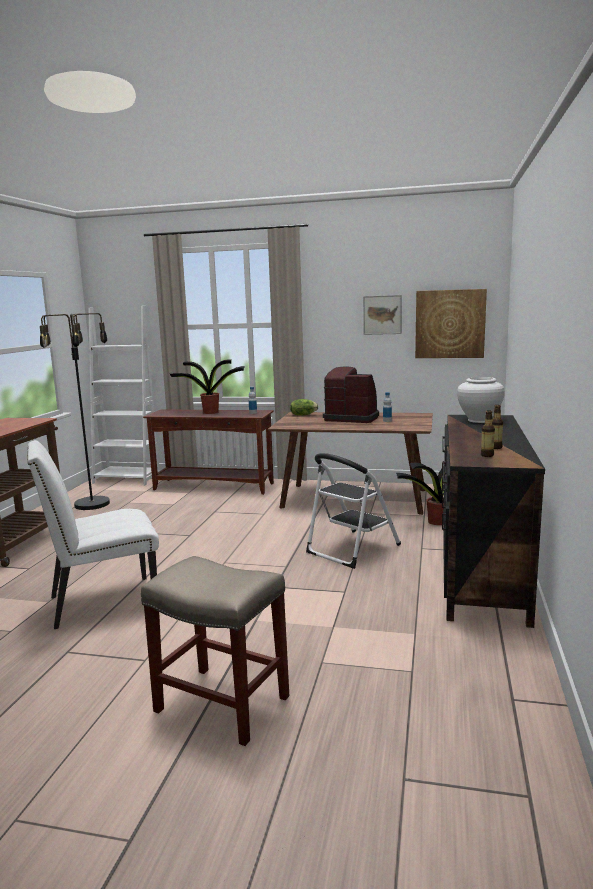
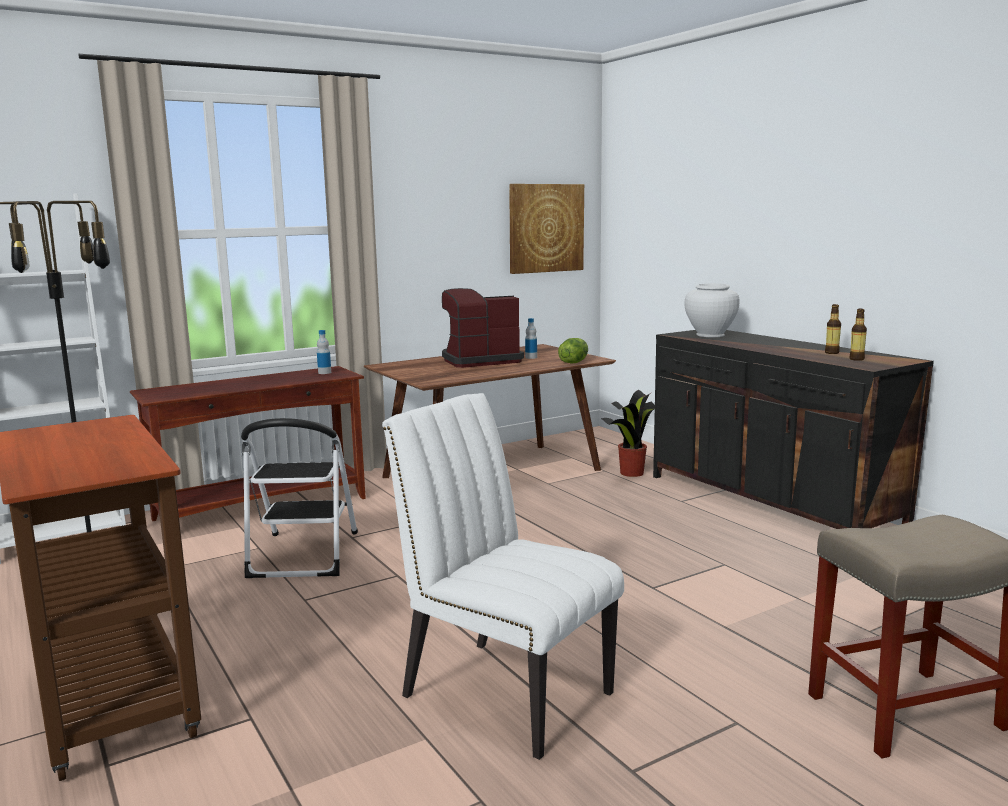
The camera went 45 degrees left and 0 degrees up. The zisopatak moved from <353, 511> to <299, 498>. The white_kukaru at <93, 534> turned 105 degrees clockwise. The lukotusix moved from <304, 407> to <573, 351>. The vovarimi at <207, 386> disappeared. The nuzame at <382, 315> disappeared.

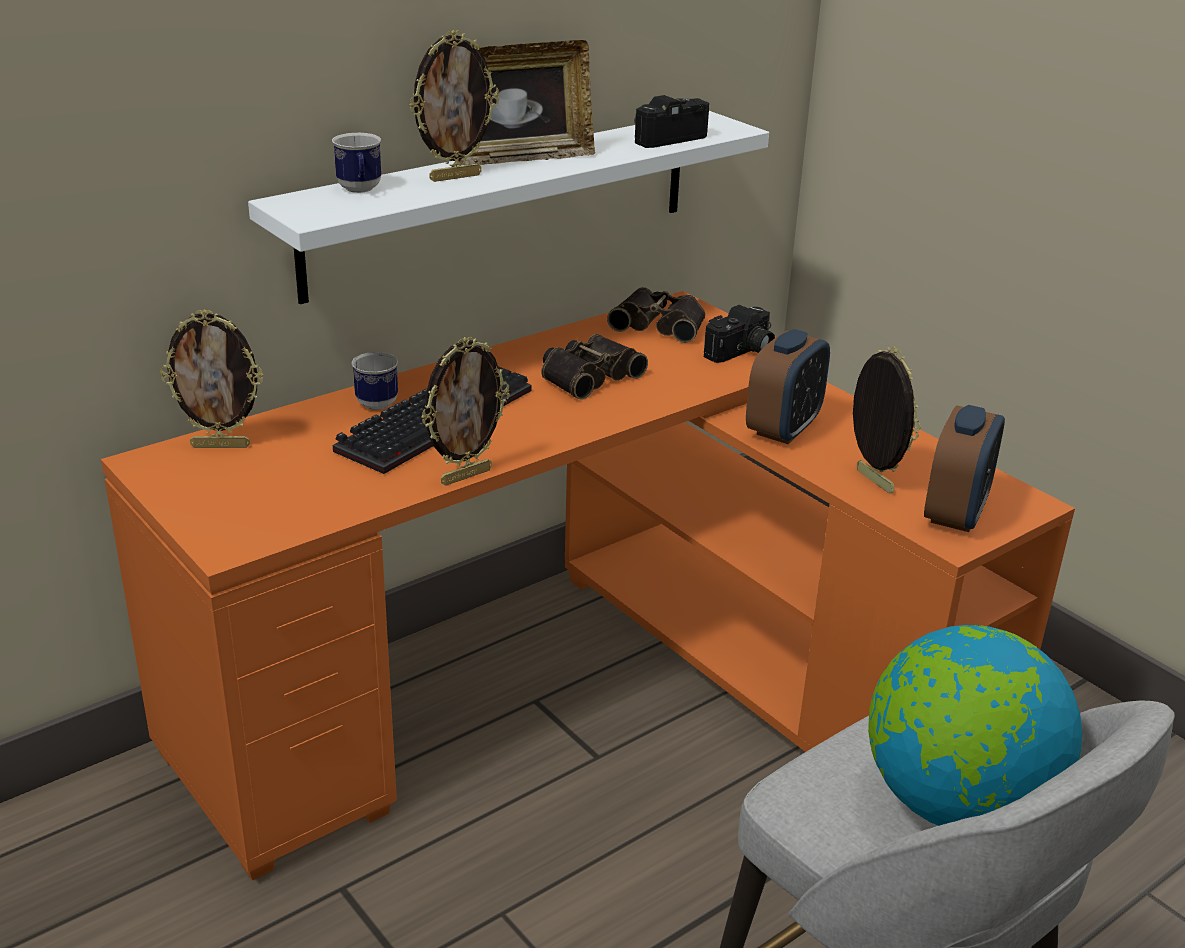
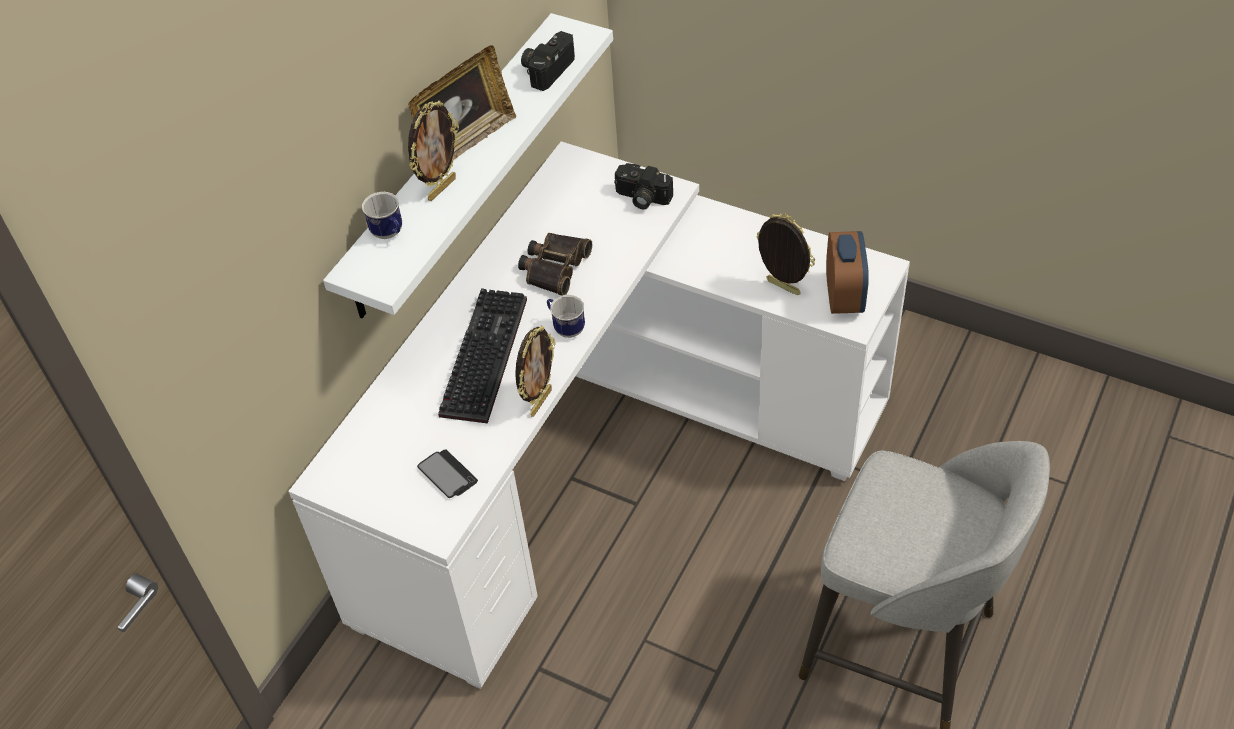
The camera went 20 degrees left and 20 degrees up. The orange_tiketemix at <588, 585> became the white_tiketemix at <599, 415>. The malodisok at <447, 474> appeared. The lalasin moved from <374, 381> to <566, 316>. The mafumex at <739, 334> turned 90 degrees clockwise. The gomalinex at <211, 378> disappeared. The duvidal at <656, 315> disappeared. The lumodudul at <788, 386> disappeared. The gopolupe at <975, 725> disappeared.

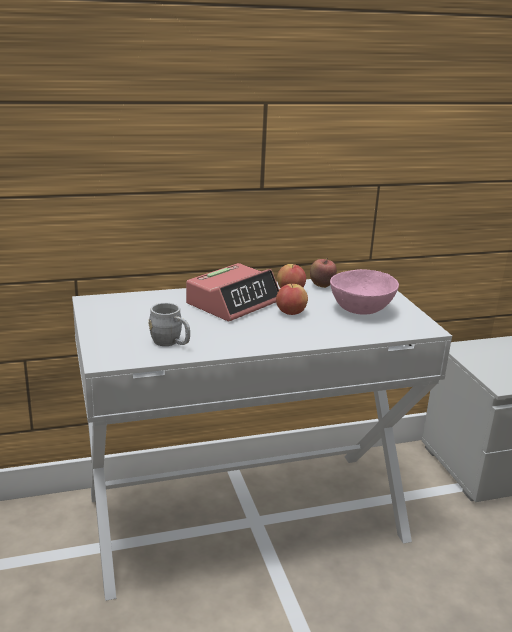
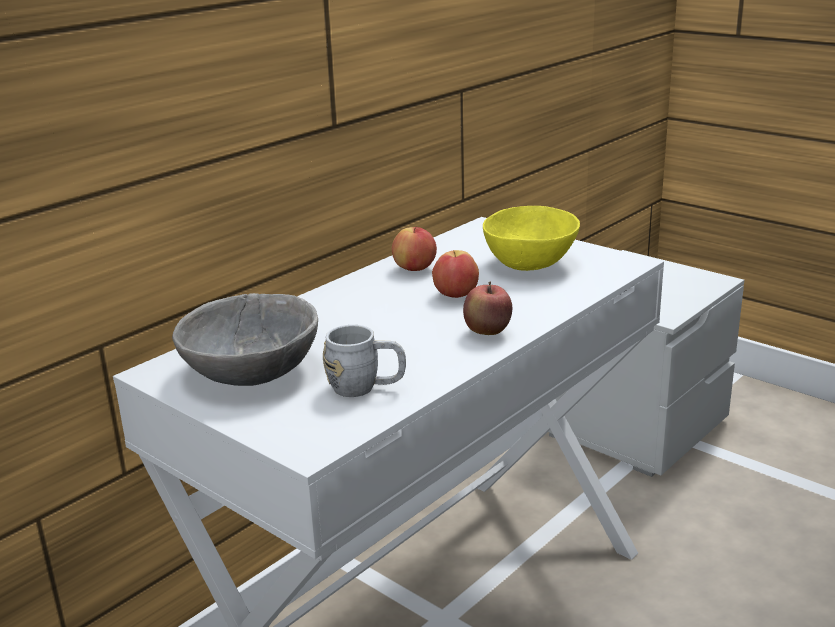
The camera went 30 degrees left and 0 degrees up. The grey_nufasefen at <245, 339> appeared. The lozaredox moved from <323, 273> to <487, 308>. The pink_nufasefen at <364, 292> became the yellow_nufasefen at <531, 238>. The lumodudul at <232, 292> disappeared.

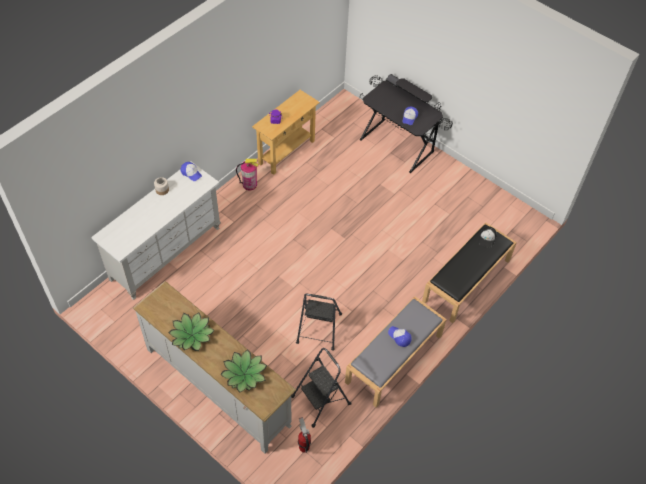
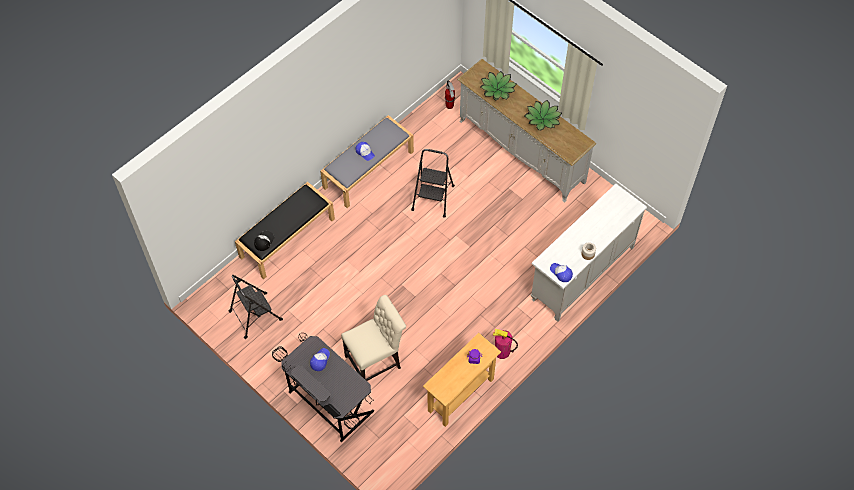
The camera went 175 degrees left and 5 degrees up. The black_zisopatak moved from <321, 388> to <256, 307>. The beige_kukaru at <373, 338> appeared.

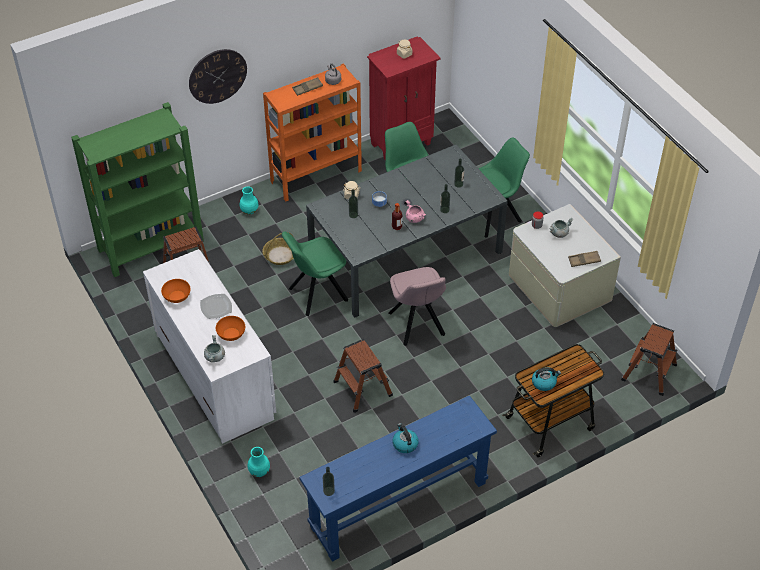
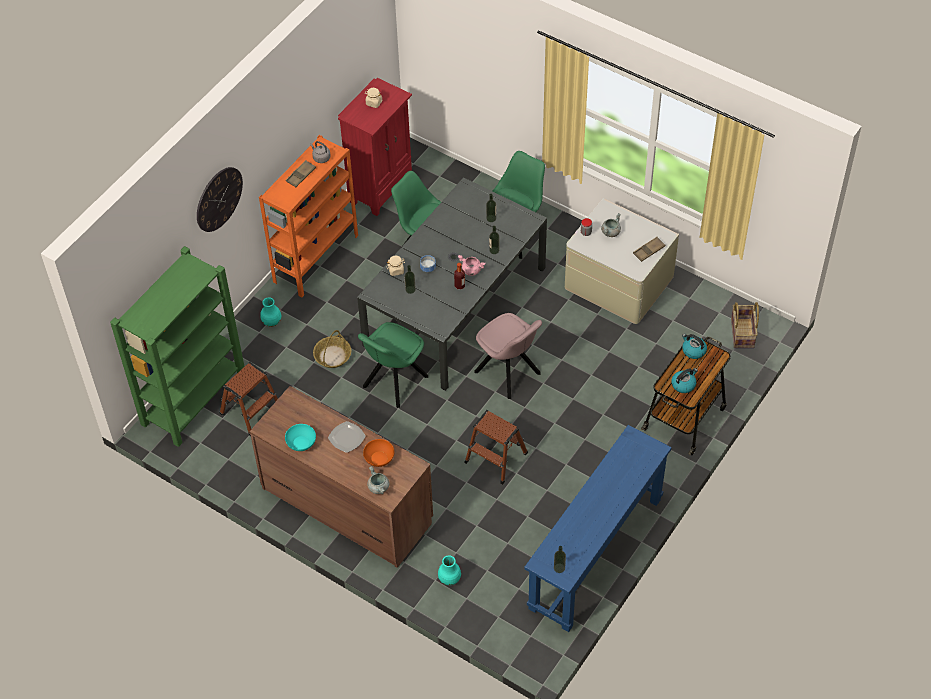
The camera went 25 degrees left and 5 degrees up. The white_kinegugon at <209, 346> became the brown_kinegugon at <341, 477>. The orange_nufasefen at <176, 291> became the turquoise_nufasefen at <300, 437>. The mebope moved from <406, 438> to <694, 346>. The brown_zisopatak at <649, 359> was replaced by the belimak at <745, 325>.

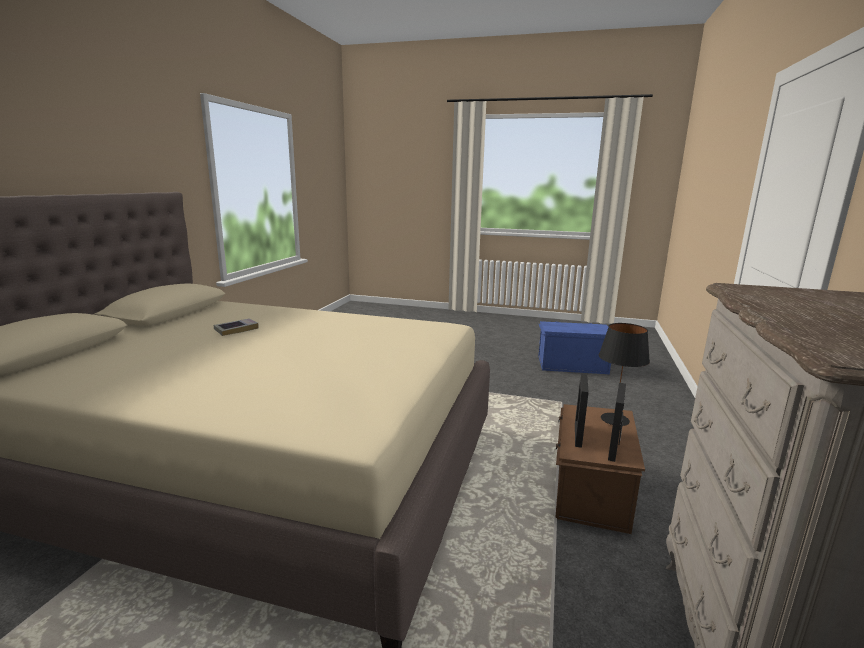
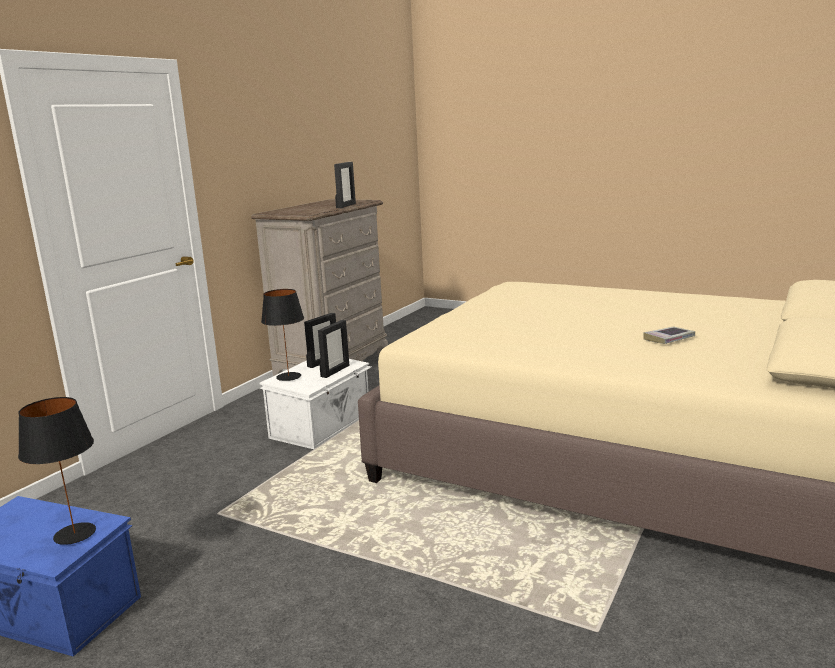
The camera went 165 degrees left and 0 degrees up. The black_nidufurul at <57, 471> appeared. The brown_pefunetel at <600, 469> became the white_pefunetel at <315, 404>. The gomalinex at <345, 185> appeared.

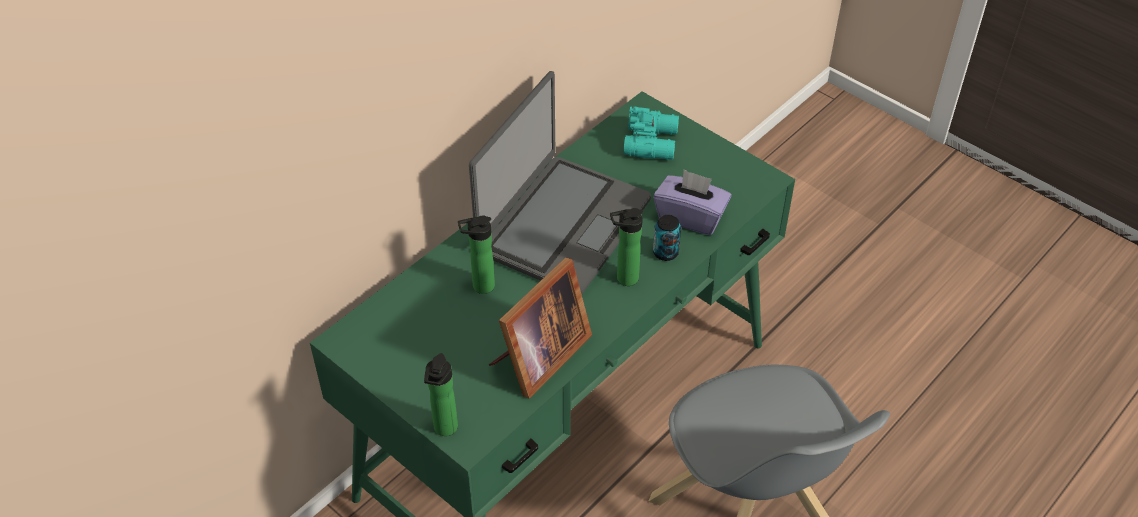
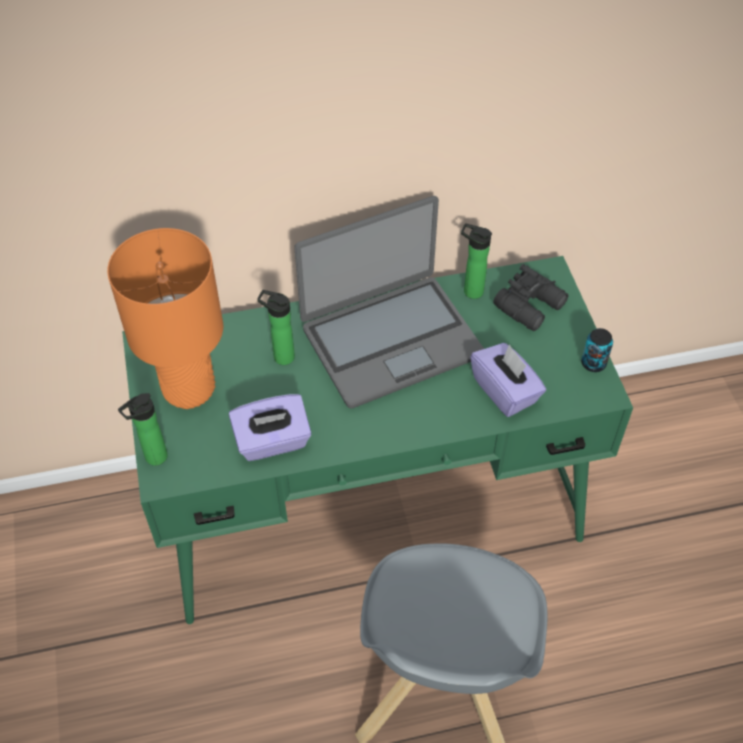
The camera went 35 degrees right and 5 degrees up. The orange_nidufurul at <165, 318> appeared. The gomalinex at <540, 328> was replaced by the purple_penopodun at <270, 427>. The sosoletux moved from <626, 247> to <476, 261>. The turquoise_duvidal at <651, 133> became the black_duvidal at <530, 297>. The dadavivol moved from <667, 238> to <597, 350>.

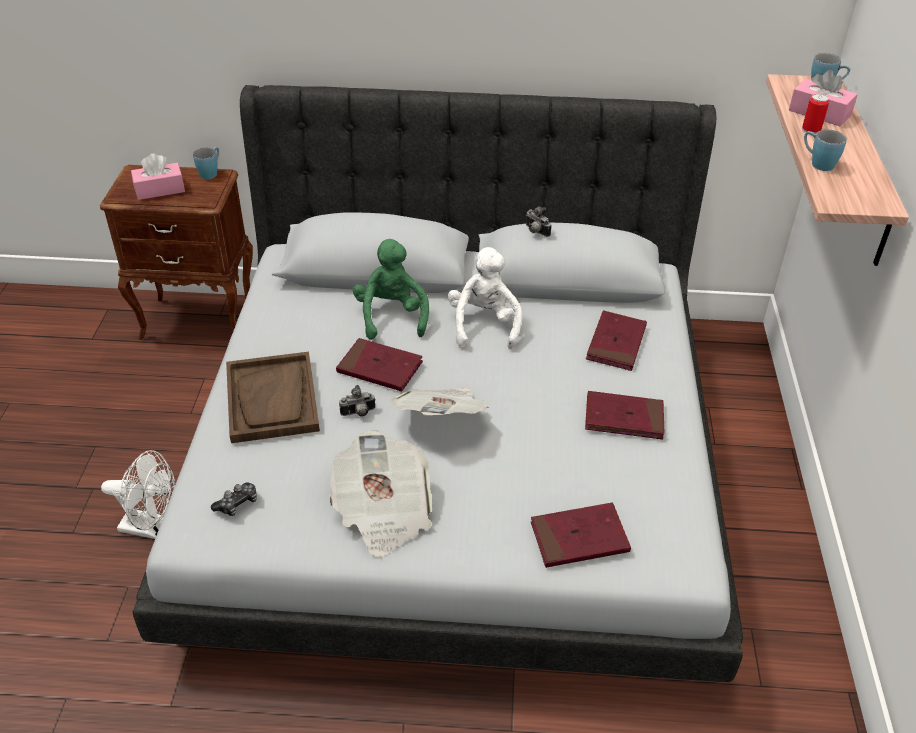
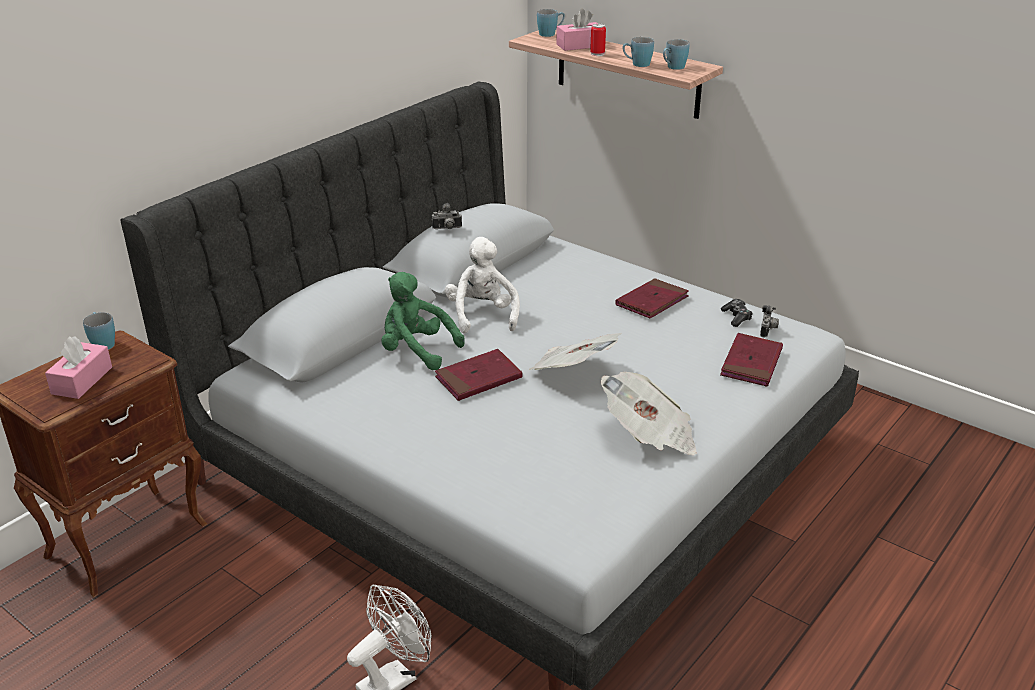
The camera went 55 degrees left and 10 degrees down. The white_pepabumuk at <485, 298> turned 45 degrees clockwise. The blue_lalasin at <676, 54> appeared. The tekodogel moved from <234, 499> to <737, 313>. The mafumex moved from <357, 401> to <769, 321>. The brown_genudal at <273, 397> disappeared. The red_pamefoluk at <616, 340> disappeared.

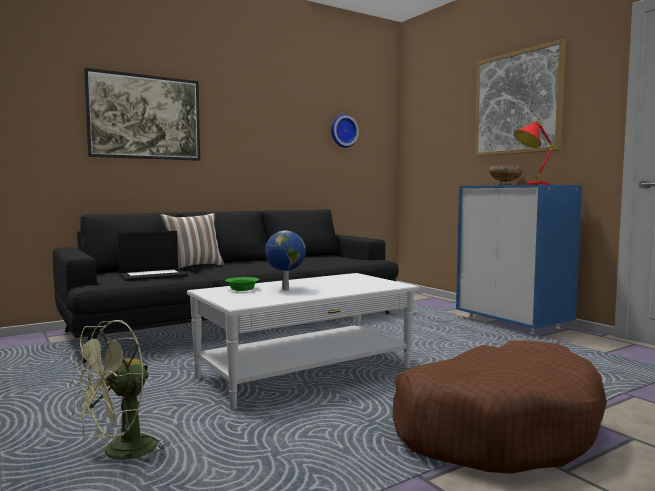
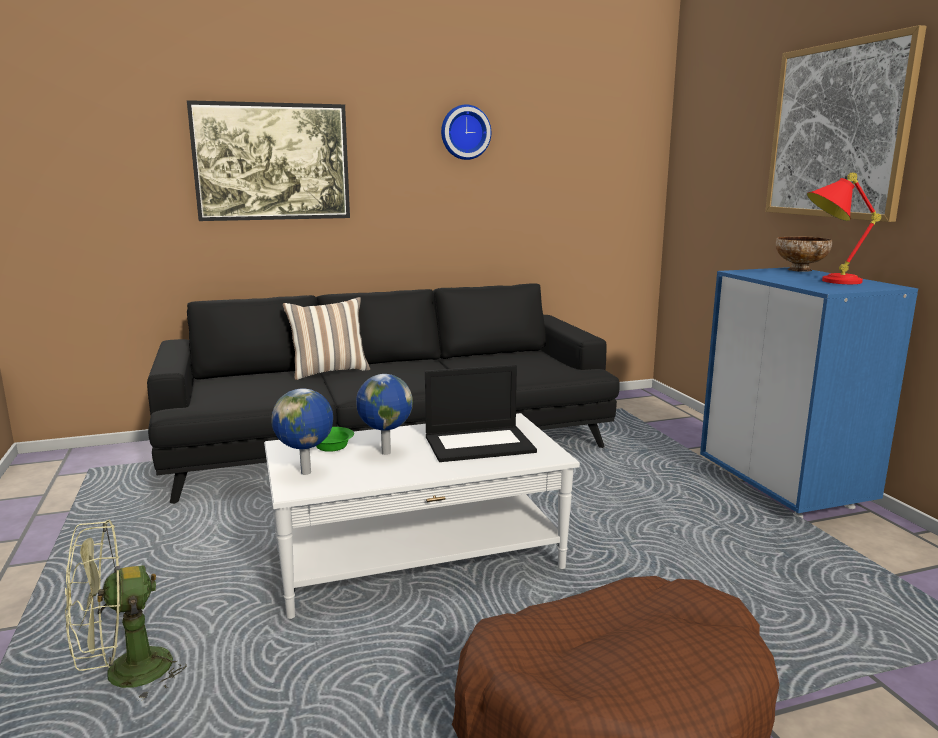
The camera went 15 degrees right and 10 degrees up. The gopolupe at <302, 431> appeared. The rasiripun moved from <153, 256> to <481, 413>. The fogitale moved from <345, 131> to <466, 132>.

